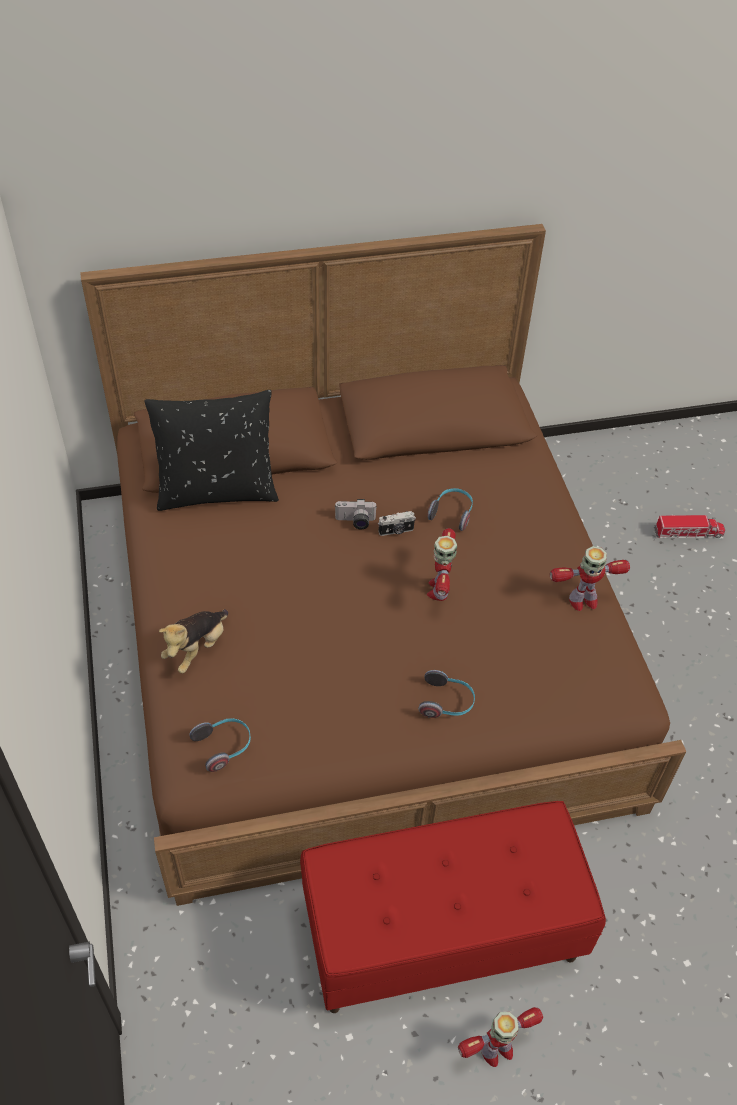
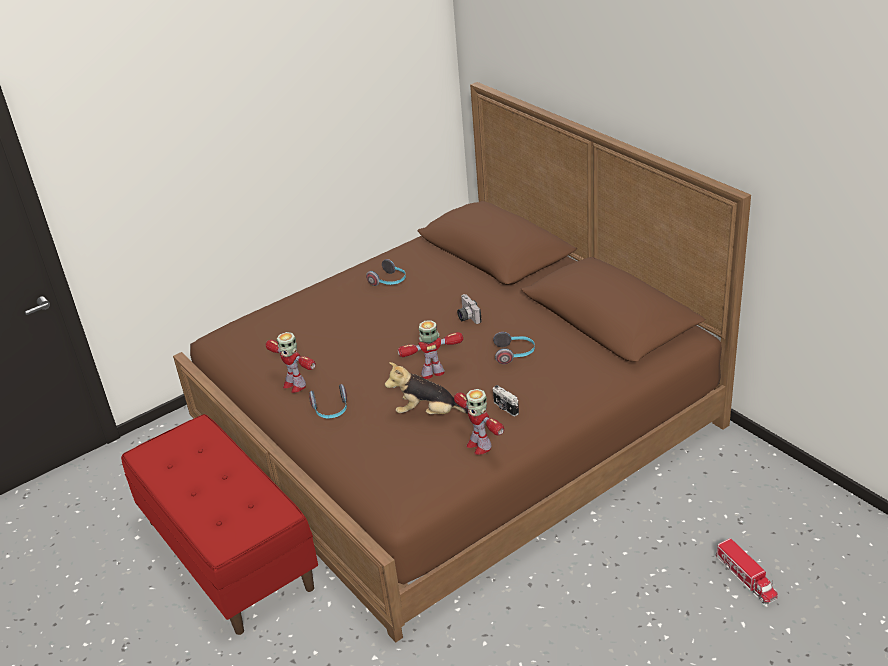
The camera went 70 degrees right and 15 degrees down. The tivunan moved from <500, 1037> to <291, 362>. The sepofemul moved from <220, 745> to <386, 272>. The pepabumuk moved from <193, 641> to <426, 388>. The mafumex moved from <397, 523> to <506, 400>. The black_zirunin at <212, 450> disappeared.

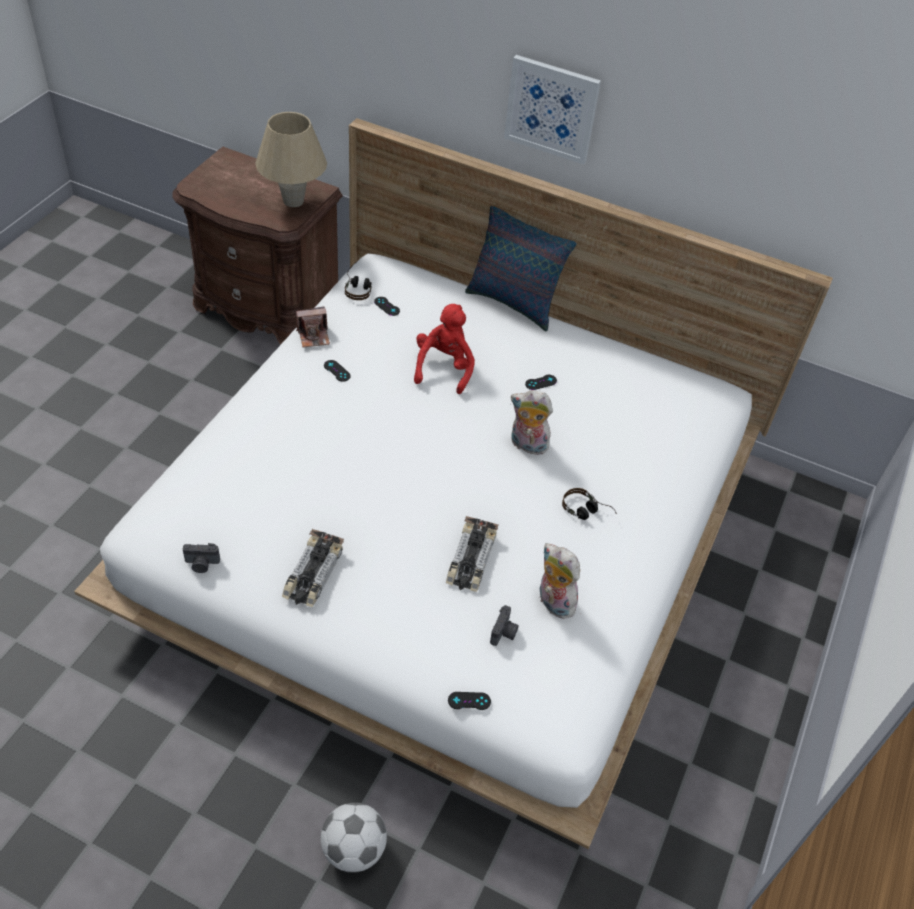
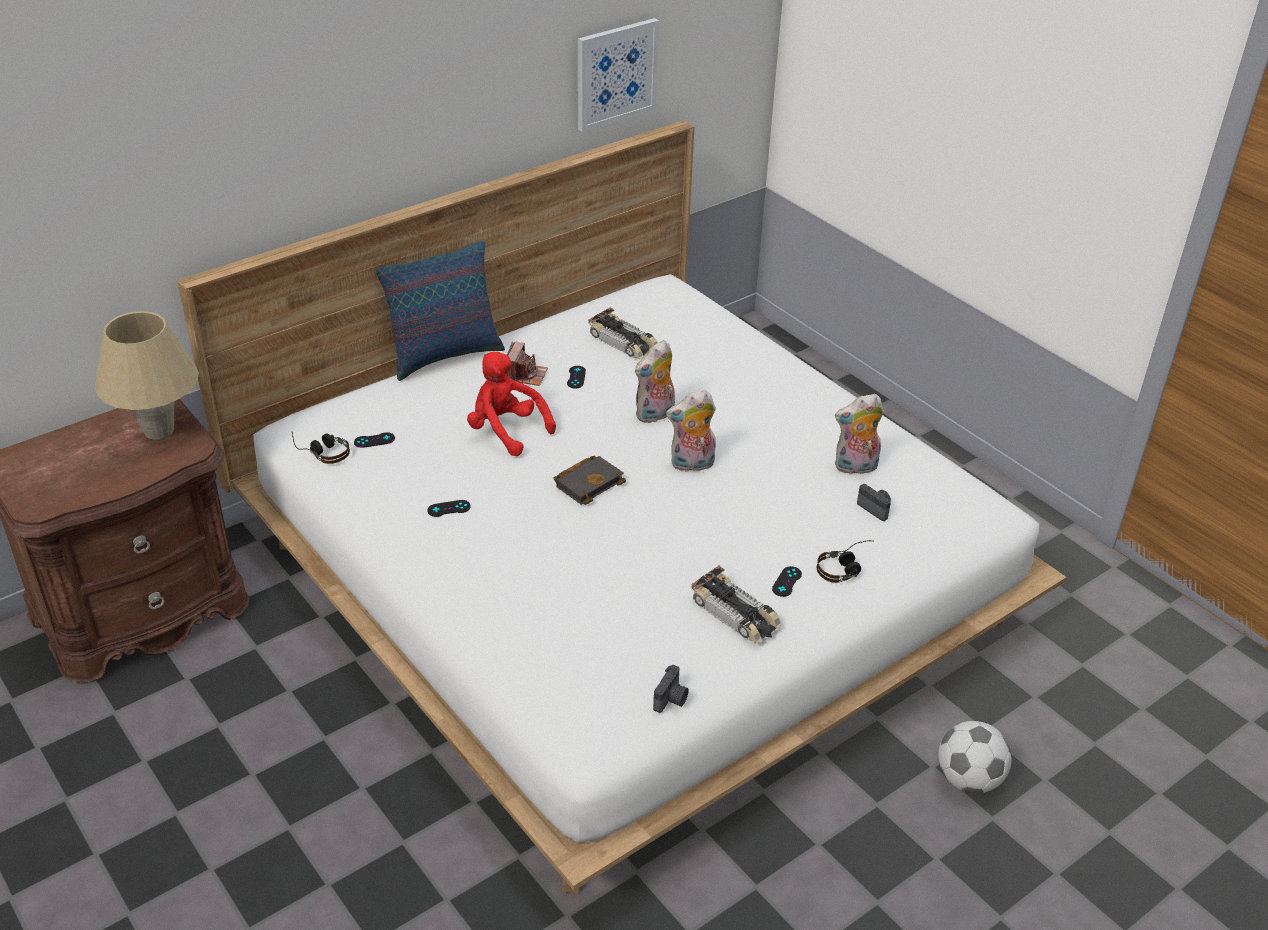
The camera went 60 degrees left and 10 degrees down. The mafumex moved from <313, 327> to <527, 363>. The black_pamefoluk at <590, 480> appeared. The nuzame moved from <552, 109> to <618, 75>. The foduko moved from <472, 554> to <623, 333>. The pepabumuk at <691, 431> appeared. The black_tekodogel moved from <469, 701> to <787, 581>. The sepofemul moved from <589, 504> to <844, 561>.

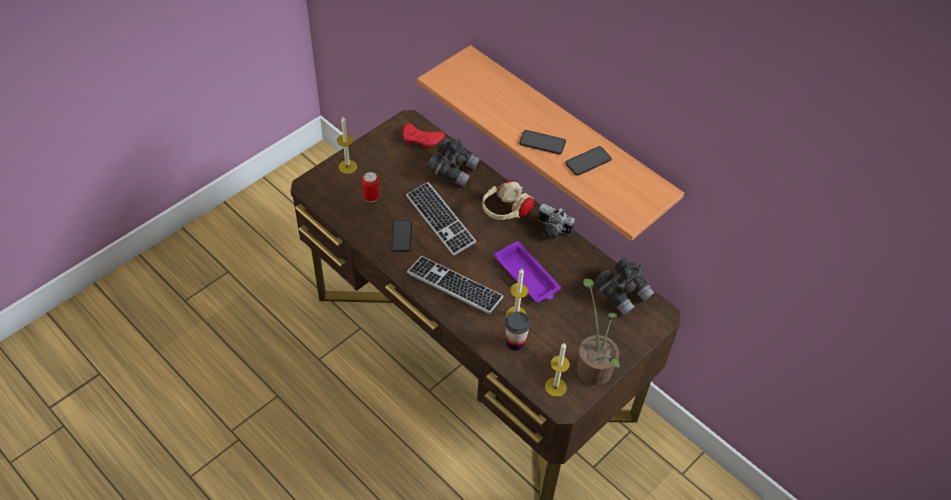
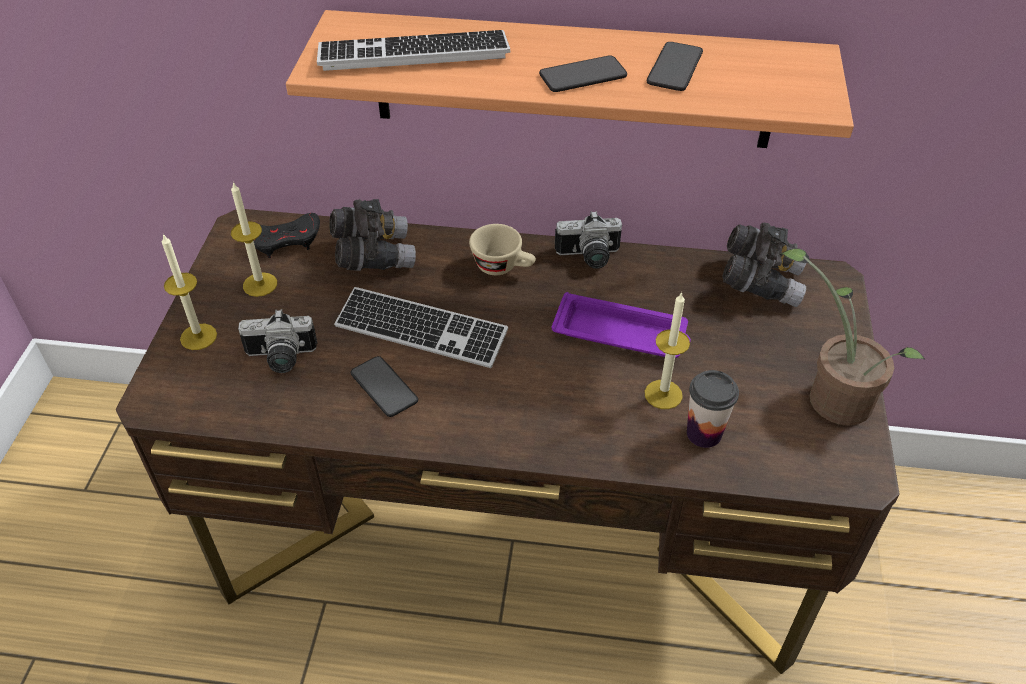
The camera went 35 degrees left and 5 degrees down. The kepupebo moved from <557, 369> to <254, 239>. The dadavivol at <371, 187> was replaced by the mafumex at <278, 341>. The red_tekodogel at <424, 137> became the black_tekodogel at <286, 235>. The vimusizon moved from <455, 285> to <413, 50>. The beige_sepofemul at <508, 200> was replaced by the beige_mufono at <502, 249>.

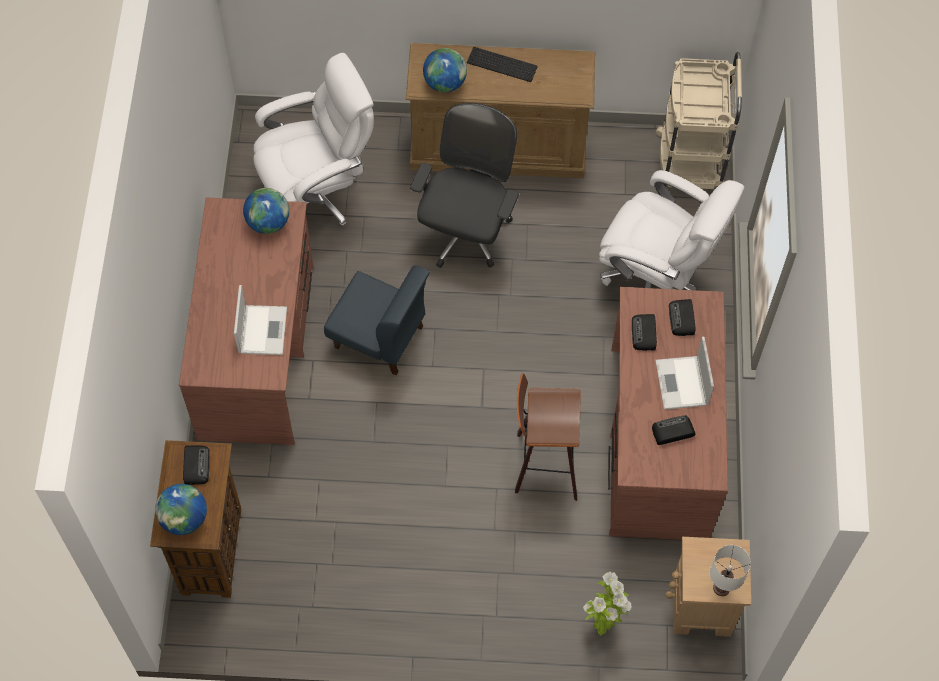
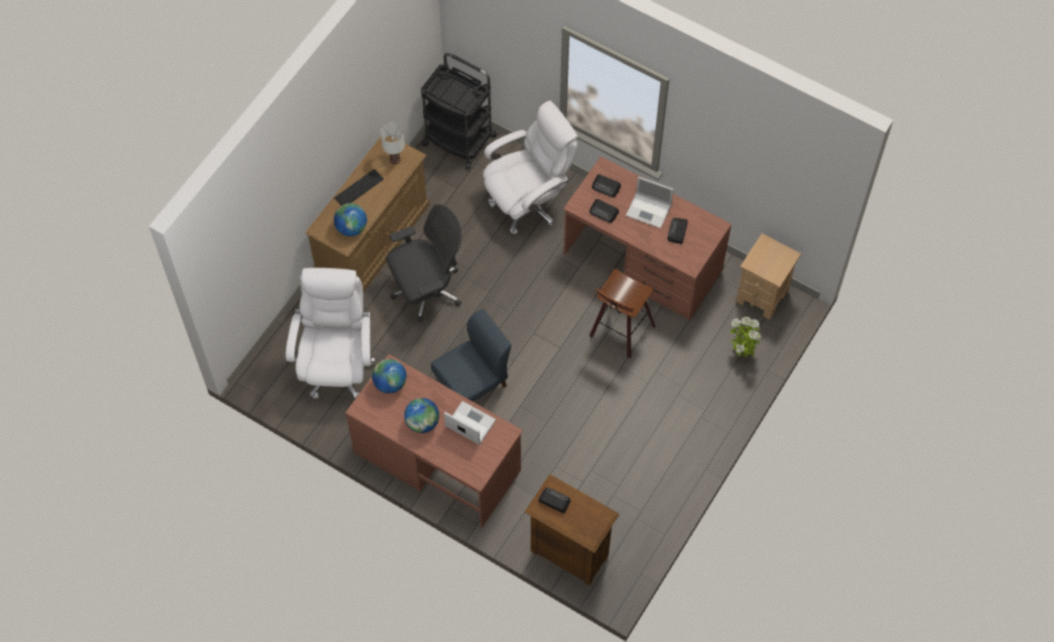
The camera went 60 degrees left and 0 degrees up. The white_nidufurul moved from <730, 570> to <392, 143>. The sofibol at <464, 185> turned 105 degrees clockwise. The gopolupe moved from <181, 509> to <421, 415>. The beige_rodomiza at <699, 122> became the black_rodomiza at <459, 111>.

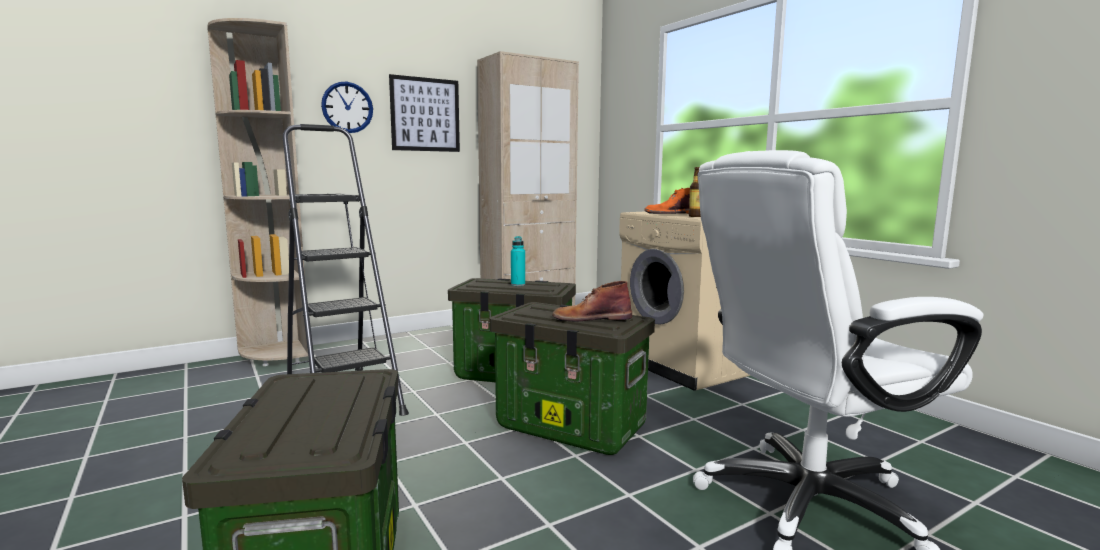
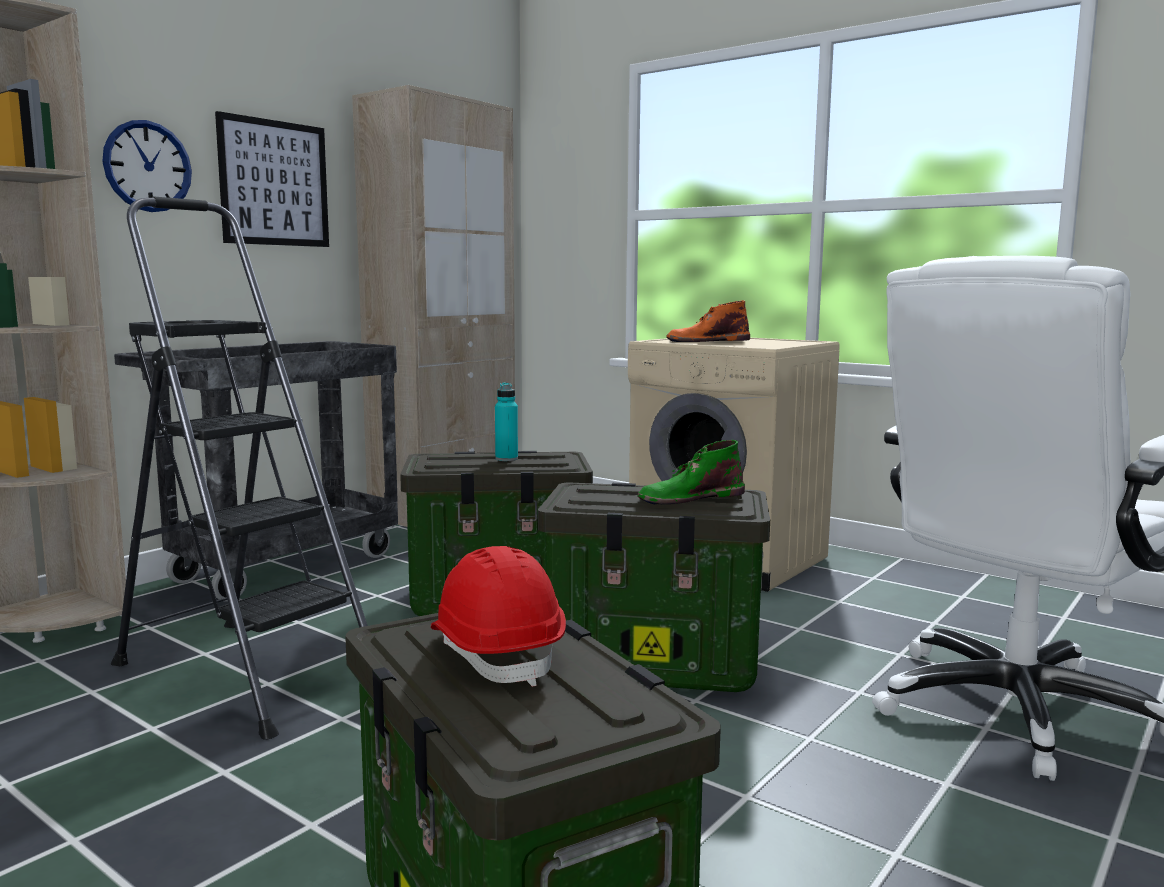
The camera went 20 degrees left and 0 degrees up. The grey_rodomiza at <256, 471> appeared. The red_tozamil at <498, 616> appeared. The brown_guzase at <592, 301> became the green_guzase at <691, 472>. The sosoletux at <694, 192> disappeared.

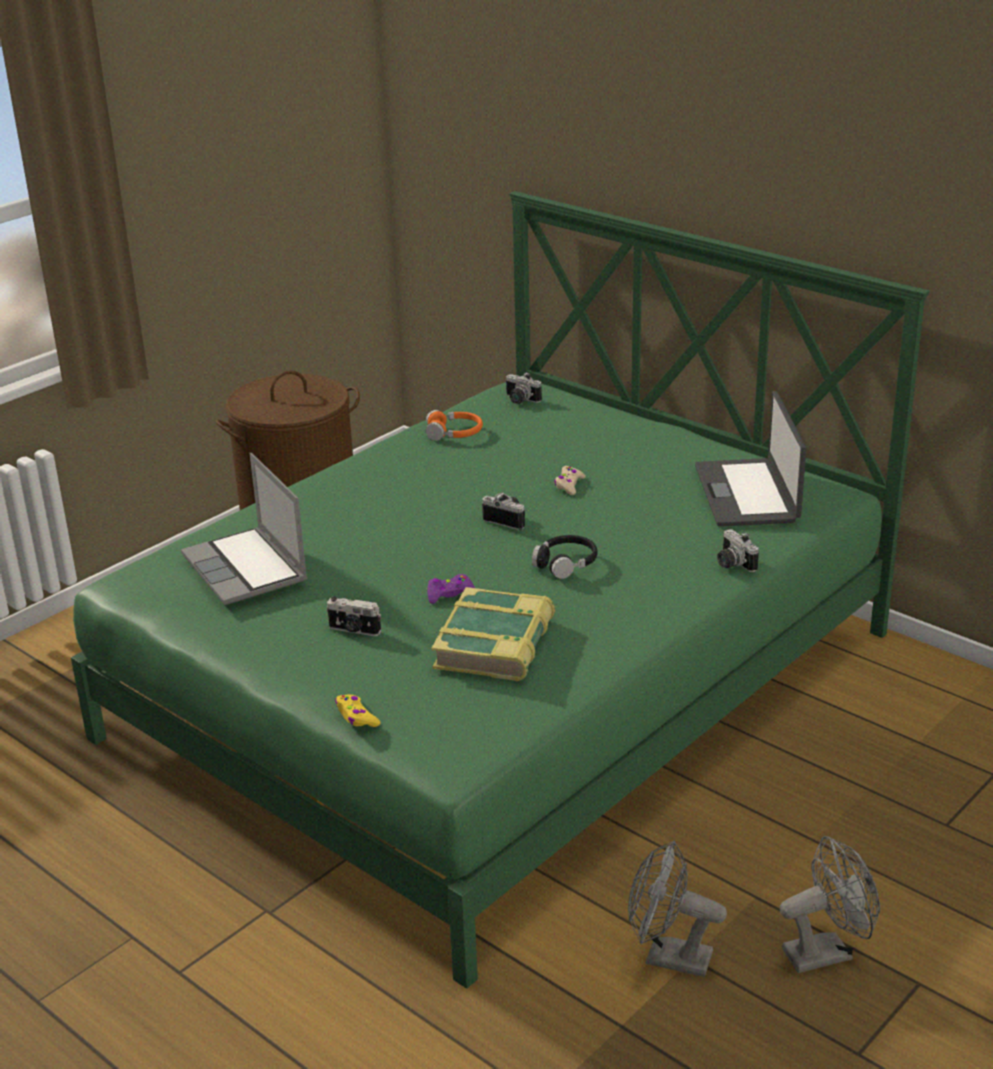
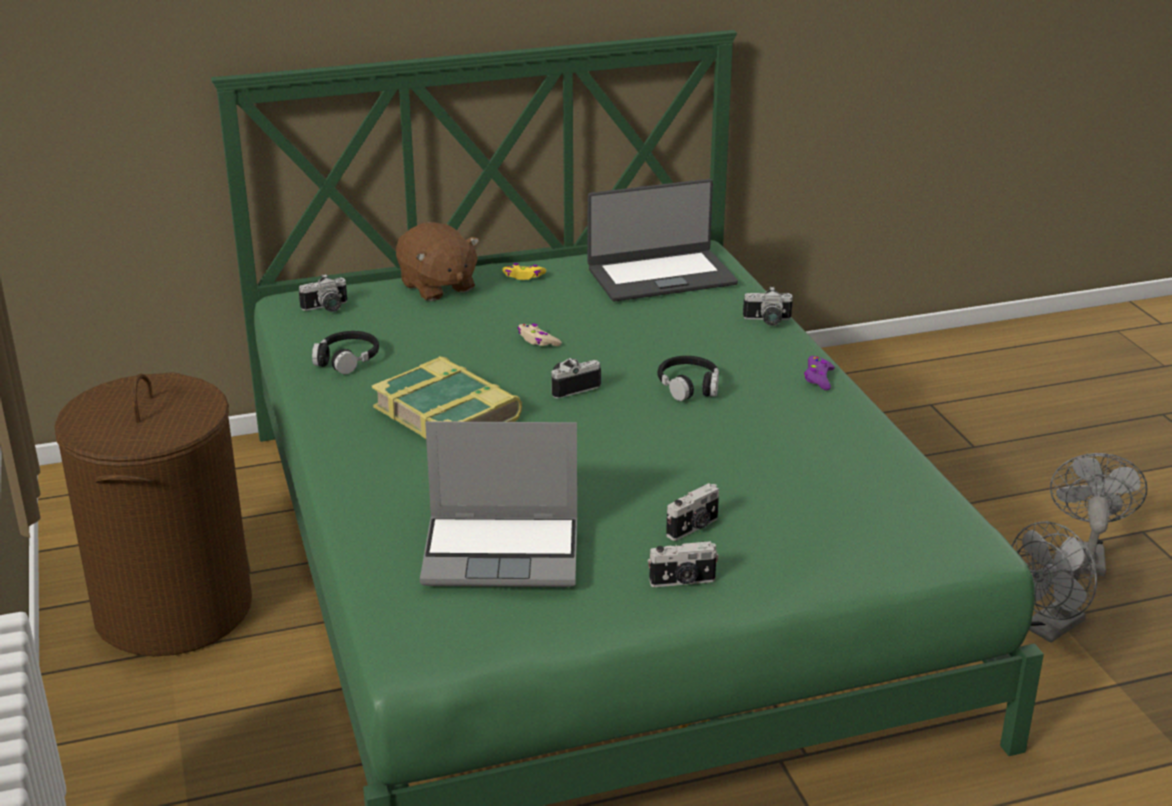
The camera went 60 degrees left and 0 degrees up. The orange_sepofemul at <454, 425> became the black_sepofemul at <345, 352>. The pamefoluk moved from <494, 634> to <447, 397>. The brown_pepabumuk at <437, 261> appeared. The yellow_tekodogel moved from <357, 711> to <524, 271>. The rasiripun at <751, 459> turned 45 degrees counterclockwise. The mafumex at <683, 564> appeared. The purple_tekodogel moved from <451, 589> to <819, 373>.

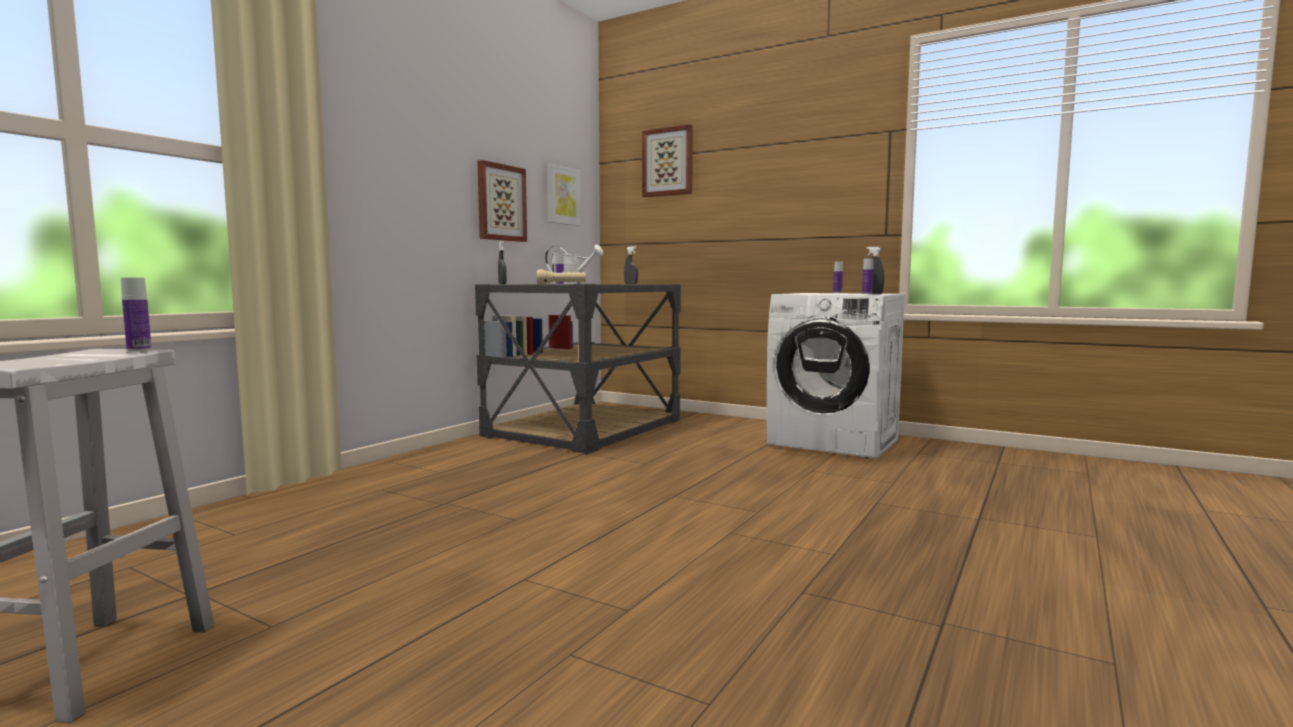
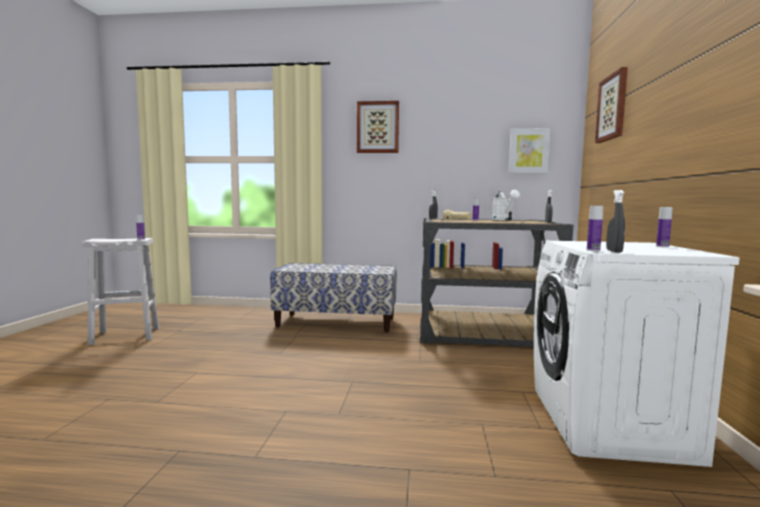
The camera went 65 degrees right and 0 degrees up. The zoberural at <333, 297> appeared. The nuzame moved from <502, 201> to <378, 127>.

